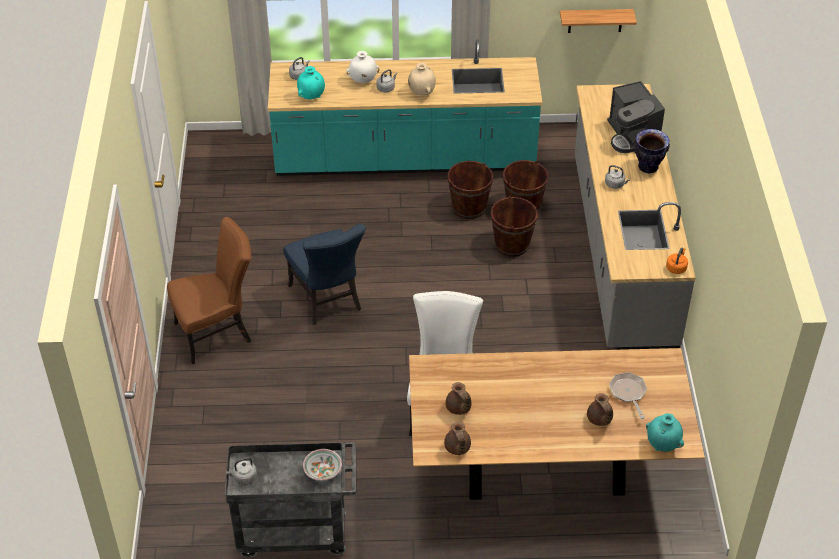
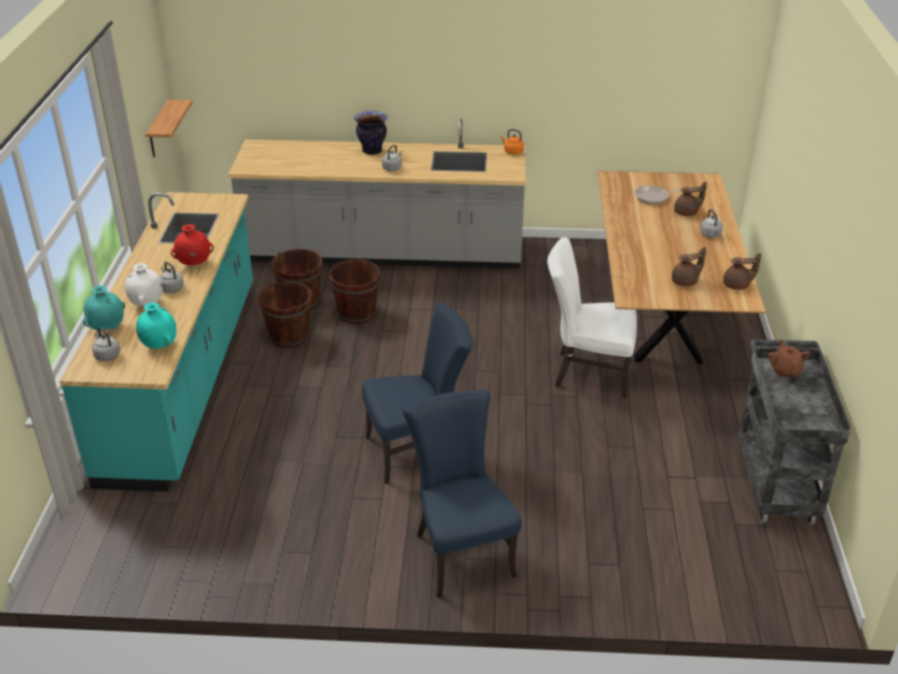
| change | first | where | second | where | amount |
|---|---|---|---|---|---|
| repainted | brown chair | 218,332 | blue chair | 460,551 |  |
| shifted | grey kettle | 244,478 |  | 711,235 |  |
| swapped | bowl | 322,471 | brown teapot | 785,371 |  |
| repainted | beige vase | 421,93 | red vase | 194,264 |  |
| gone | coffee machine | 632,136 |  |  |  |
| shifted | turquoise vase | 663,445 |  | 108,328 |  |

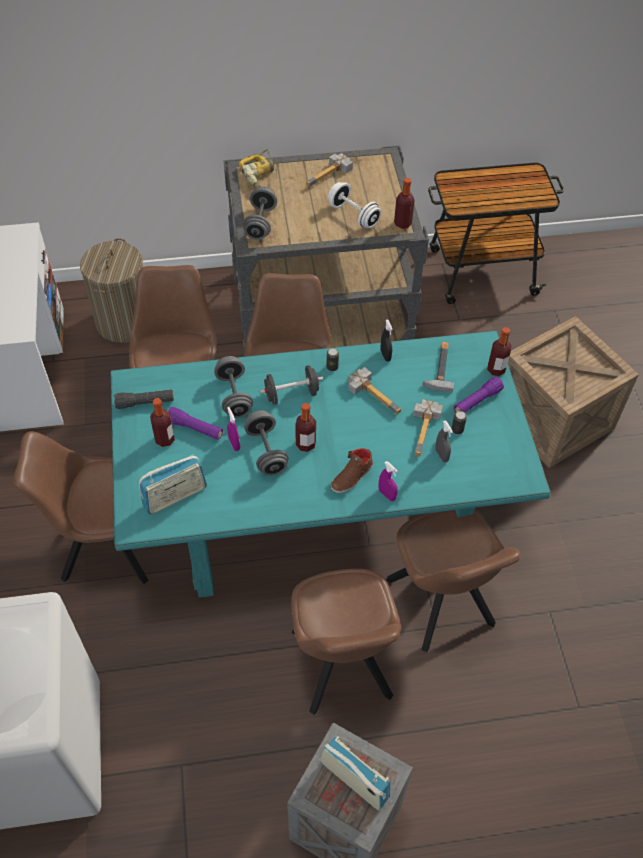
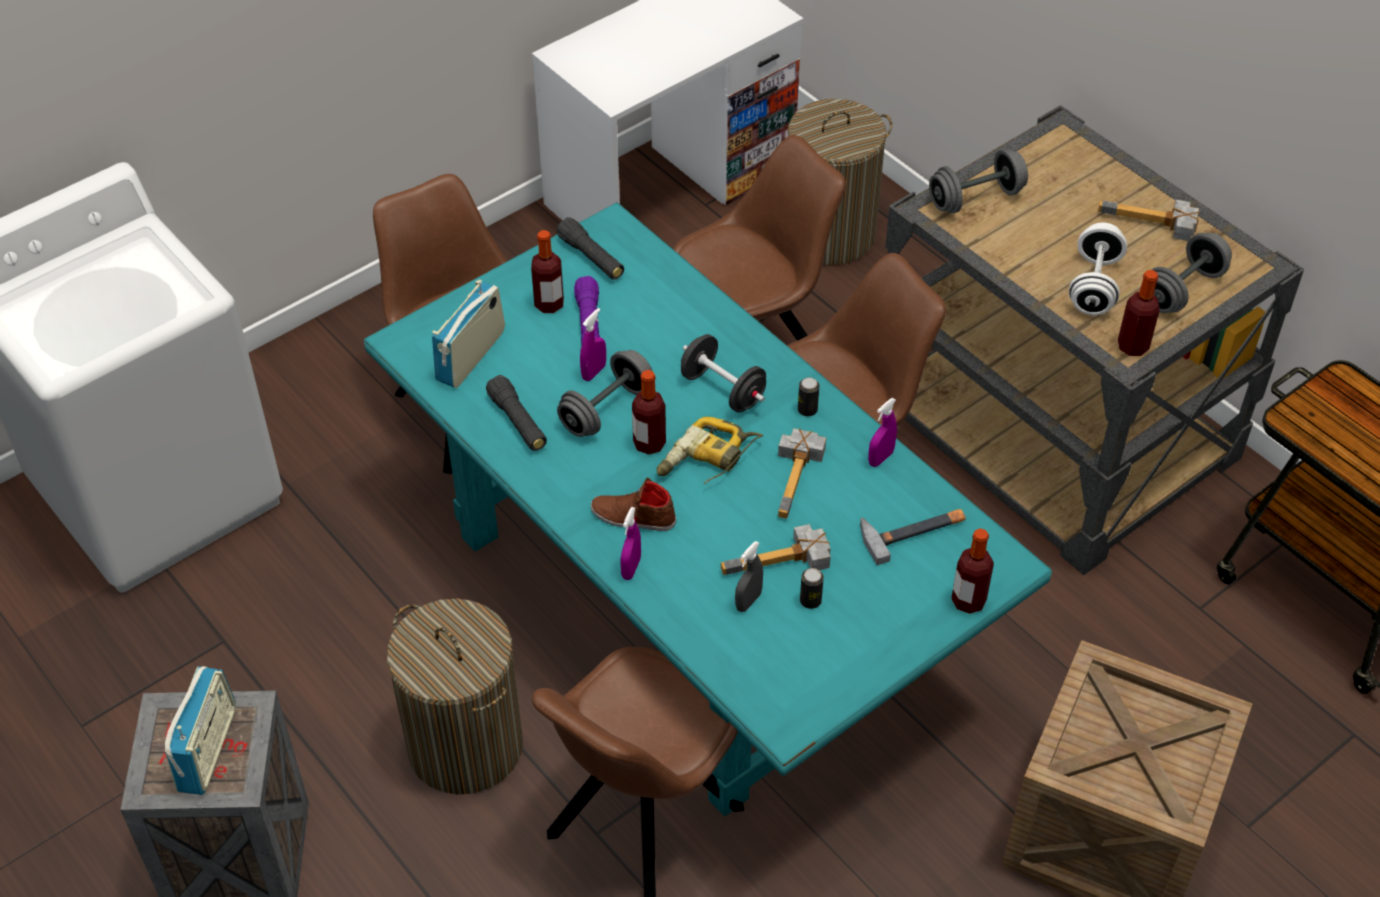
| change | first | where | second | where | amount |
|---|---|---|---|---|---|
| rotated | radio | 175,496 |  | 471,356 | 90 degrees clockwise |
| shifted | grey dumbbell | 234,396 |  | 1182,290 |  |
| shifted | power drill | 260,175 |  | 707,461 |  |
| swapped | brown chair | 342,664 | laundry basket | 465,745 |  |
| repainted | black spray bottle | 385,355 | purple spray bottle | 880,458 |  |
| gone | purple flashlight | 477,401 |  |  |  |
| new |  |  | black flashlight | 518,422 |  |

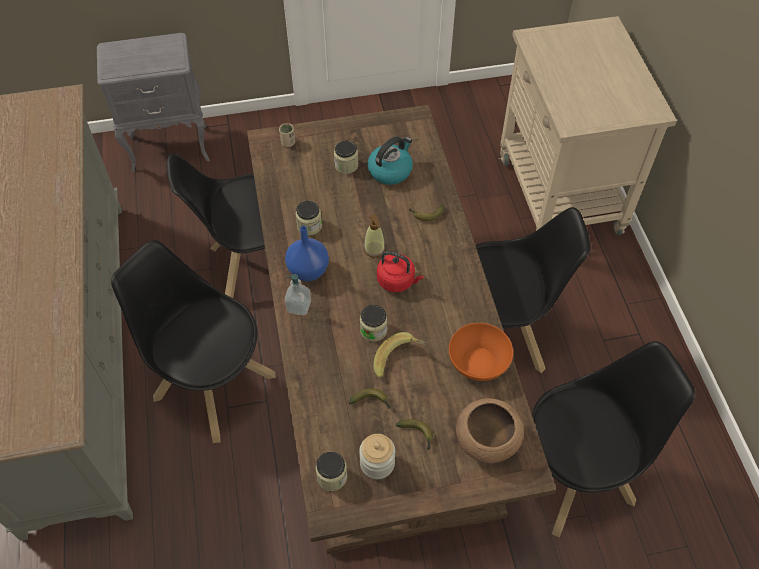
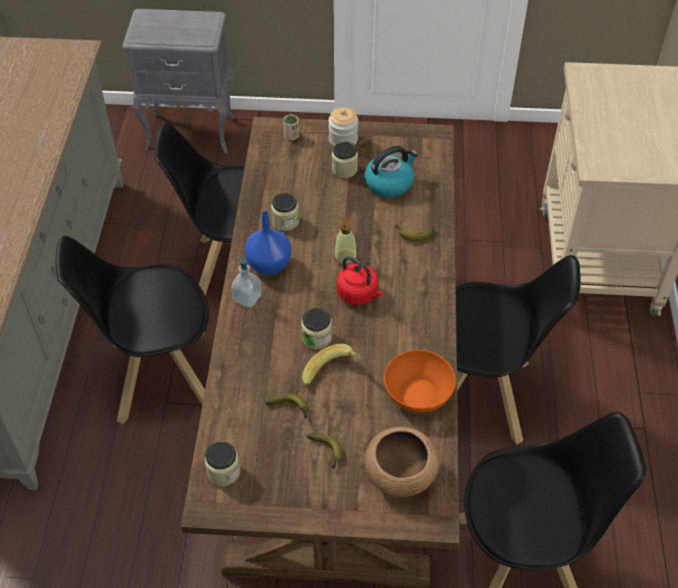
| change | first | where | second | where | amount |
|---|---|---|---|---|---|
| rotated | black chair | 212,384 |  | 158,375 | 60 degrees counterclockwise |
| shifted | jar | 377,463 |  | 343,140 |  |

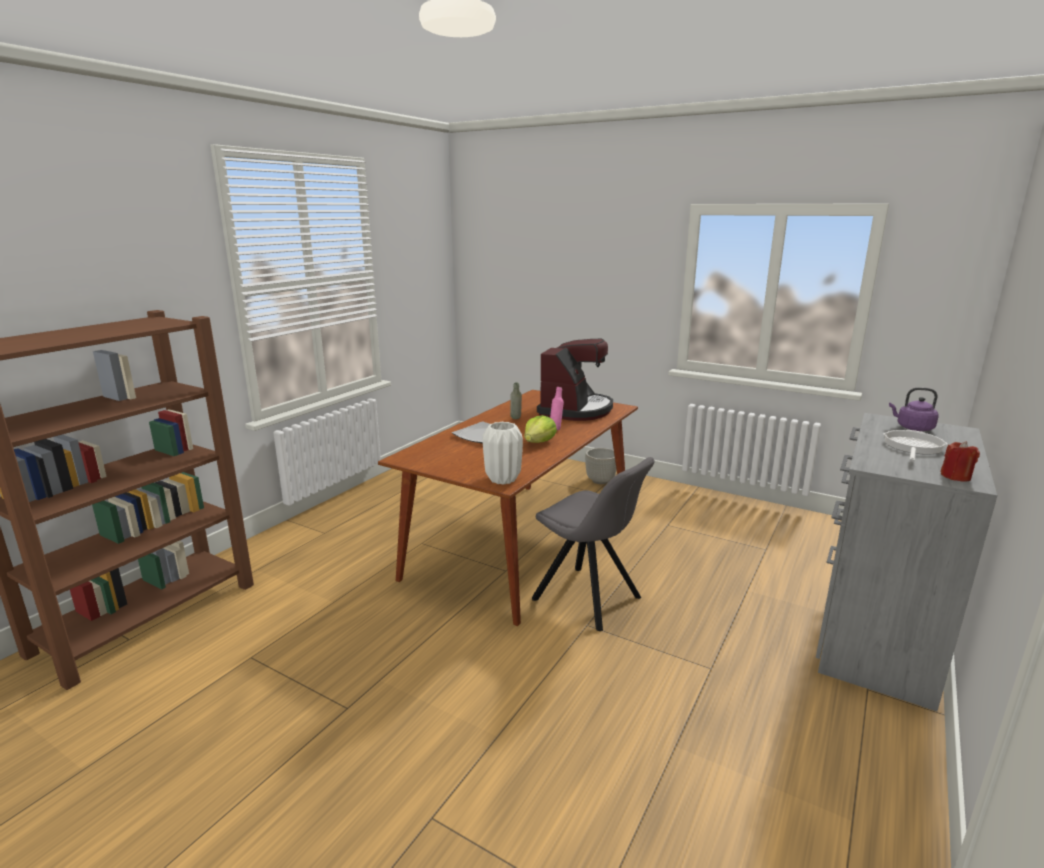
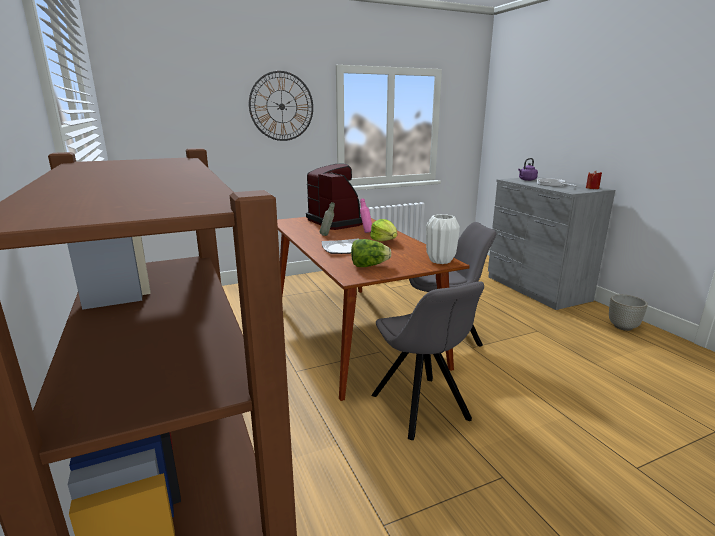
| change | first | where | second | where | amount |
|---|---|---|---|---|---|
| shifted | grey planter | 600,481 |  | 623,327 |  |
| new |  |  | wall clock | 281,106 |  |
| new |  |  | lettuce | 369,266 |  |
| new |  |  | grey chair | 421,407 |  |

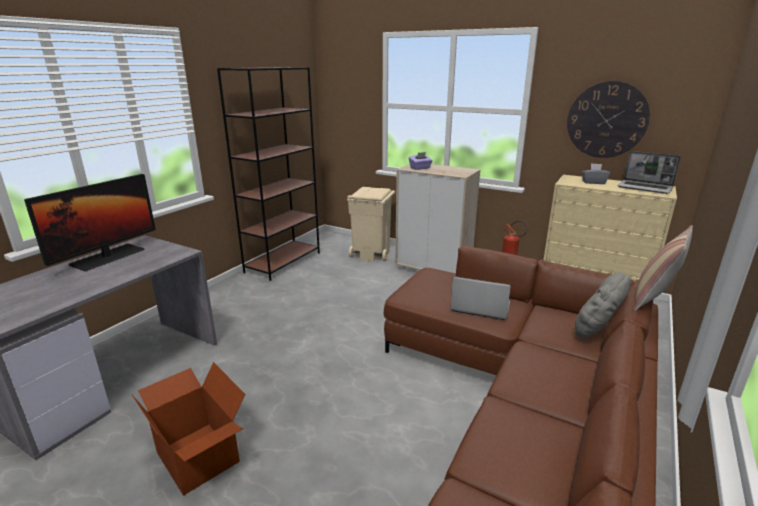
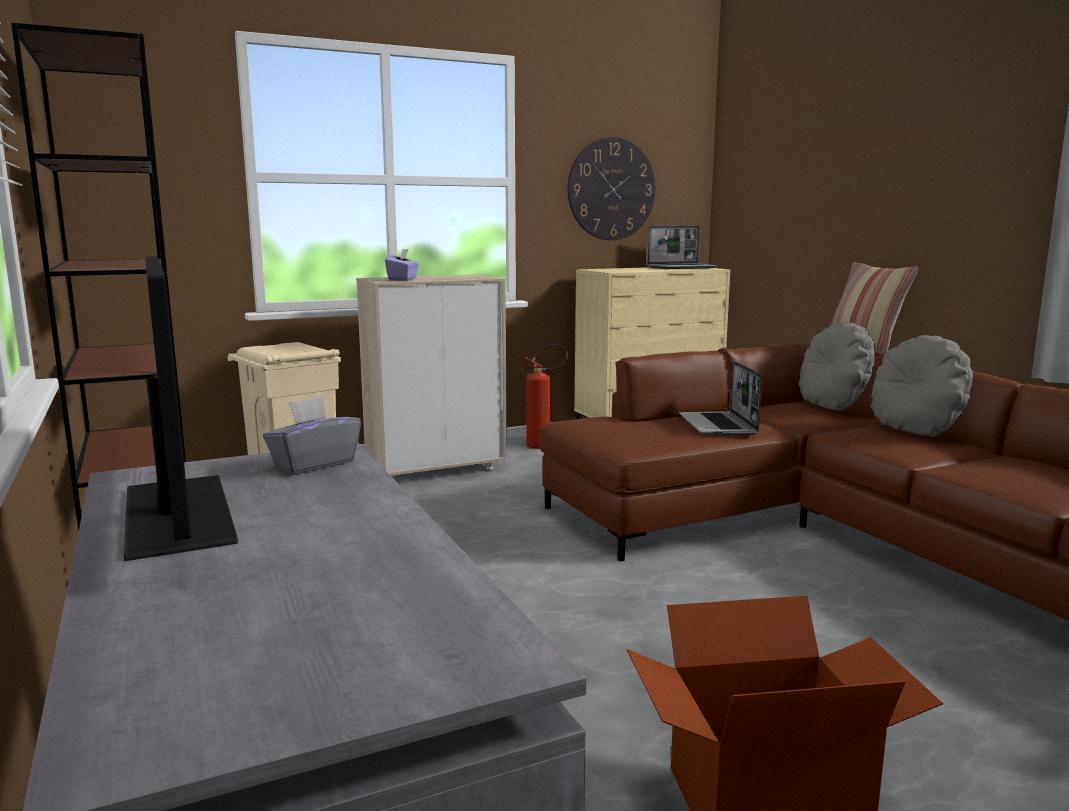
| change | first | where | second | where | amount |
|---|---|---|---|---|---|
| rotated | laptop | 479,308 |  | 719,425 | 60 degrees counterclockwise |
| shifted | grey tissue box | 593,182 |  | 314,464 |  |
| new |  |  | grey pillow | 915,431 |  |

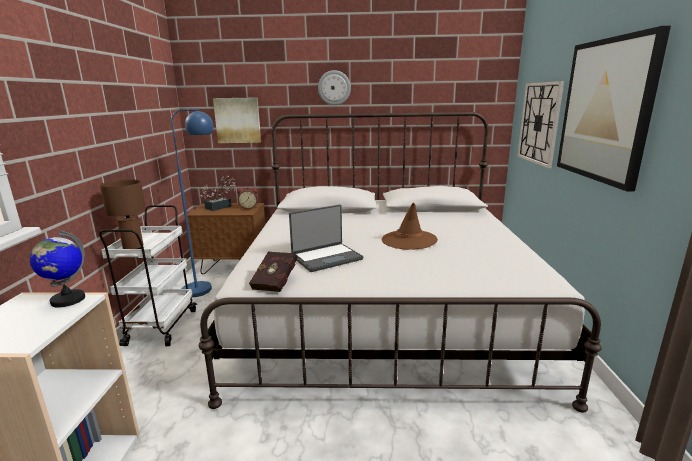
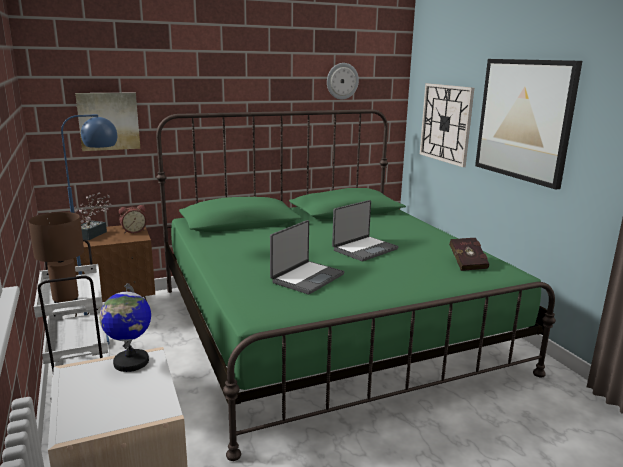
| change | first | where | second | where | amount |
|---|---|---|---|---|---|
| repainted | white bed | 383,310 | green bed | 328,327 |  |
| shifted | red book | 276,282 |  | 467,263 |  |
| shifted | wall clock | 334,88 |  | 342,81 |  |
| swapped | brown hat | 409,240 | laptop | 364,249 |  |

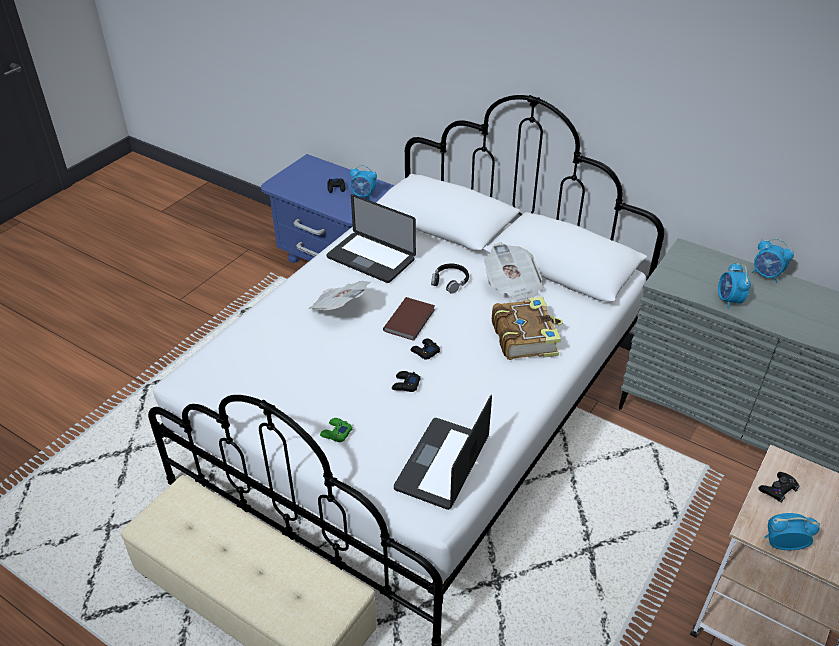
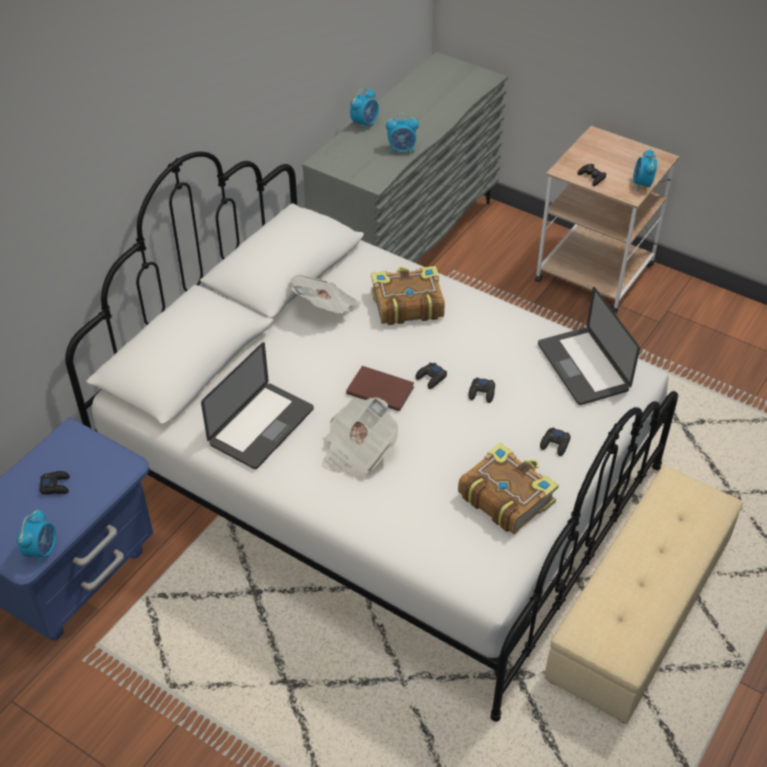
| change | first | where | second | where | amount |
|---|---|---|---|---|---|
| repainted | green game controller | 336,433 | black game controller | 555,444 |  |
| shifted | alarm clock | 363,195 |  | 42,550 |  |
| rotated | laptop | 442,464 |  | 583,367 | 45 degrees clockwise |
| gone | black headphones | 450,281 |  |  |  |
| new |  |  | book | 505,496 |  |

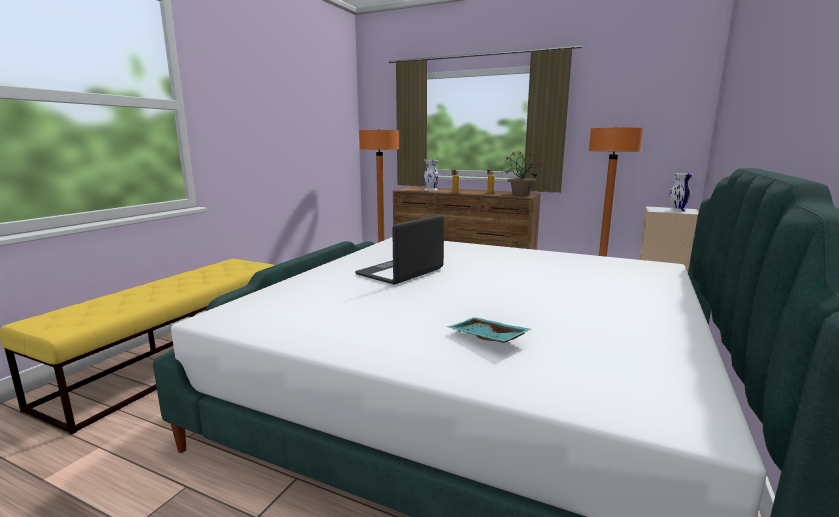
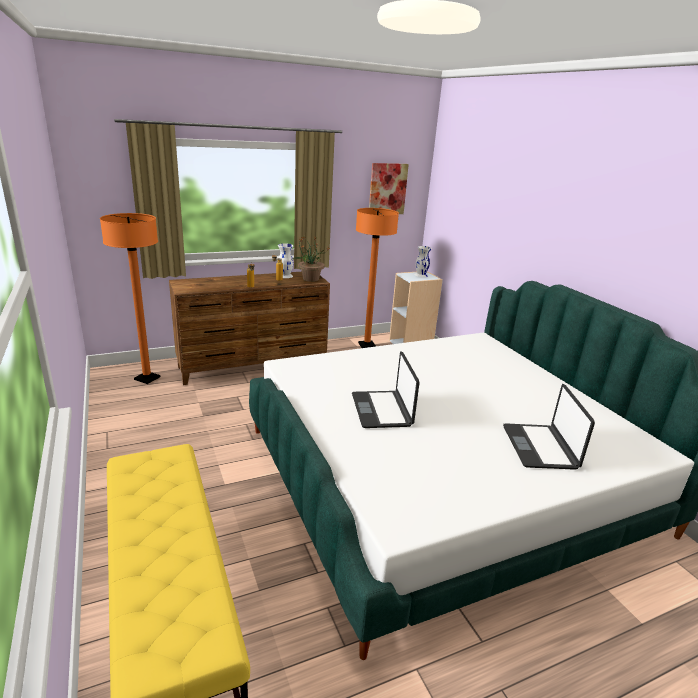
| change | first | where | second | where | amount |
|---|---|---|---|---|---|
| shifted | white vase | 431,189 |  | 285,276 |  |
| swapped | turquoise tray | 486,339 | laptop | 540,447 |  |
| new |  |  | picture | 387,189 |  |

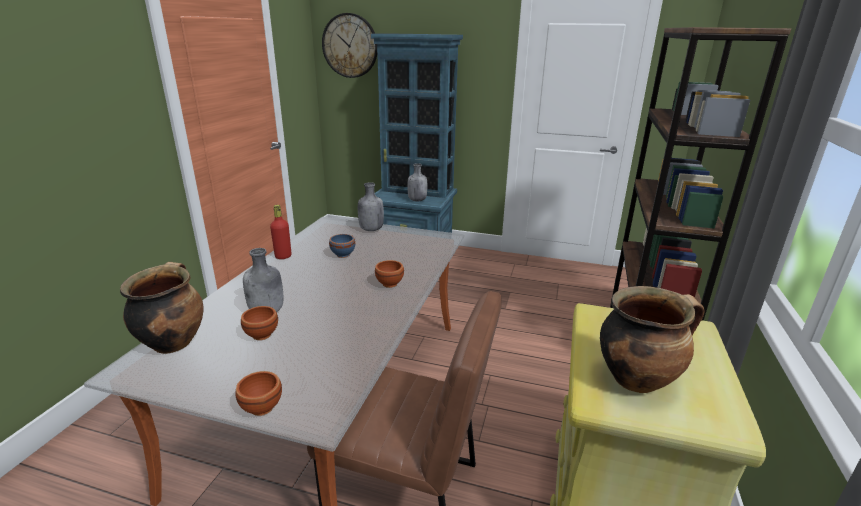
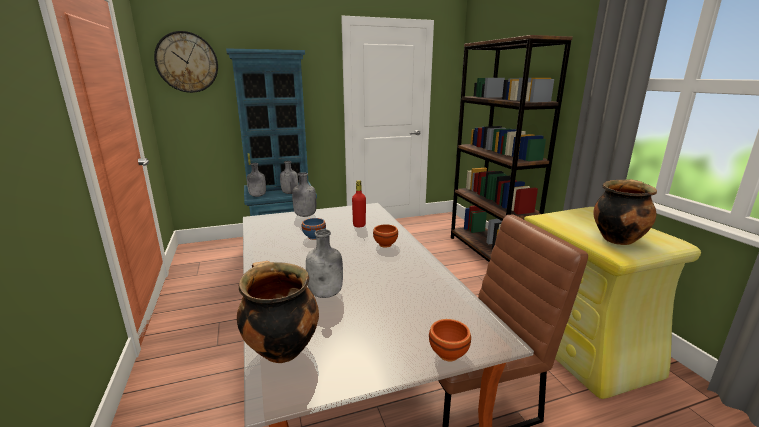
| change | first | where | second | where | amount |
|---|---|---|---|---|---|
| gone | brown bowl | 260,335 |  |  |  |
| shifted | red bottle | 283,256 |  | 359,225 |  |
| new |  |  | grey bottle | 257,196 |  |

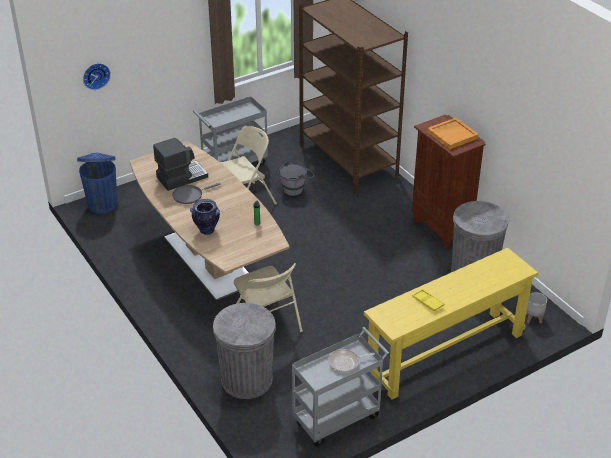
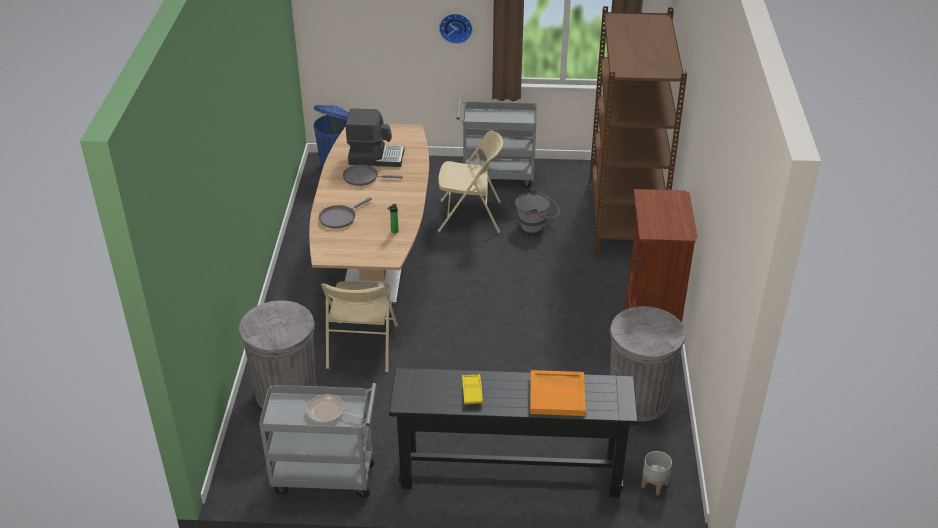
| change | first | where | second | where | amount |
|---|---|---|---|---|---|
| shifted | wall clock | 95,75 |  | 455,27 |  |
| swapped | vase | 206,230 | grey frying pan | 339,217 |  |
| repainted | yellow console table | 445,353 | black console table | 510,471 |  |
| shifted | orange tray | 452,135 |  | 557,395 |  |

